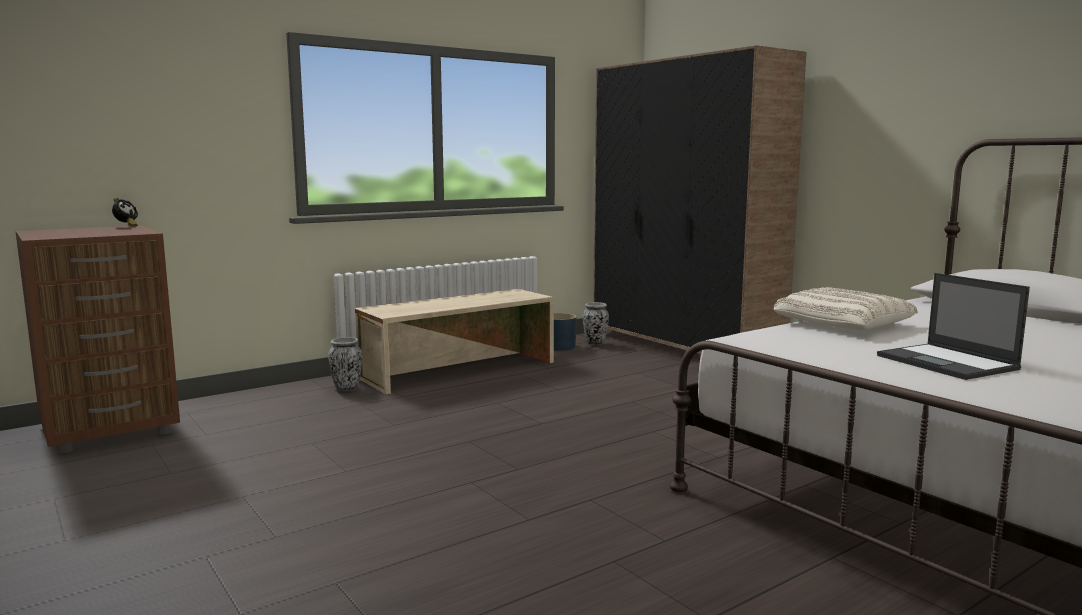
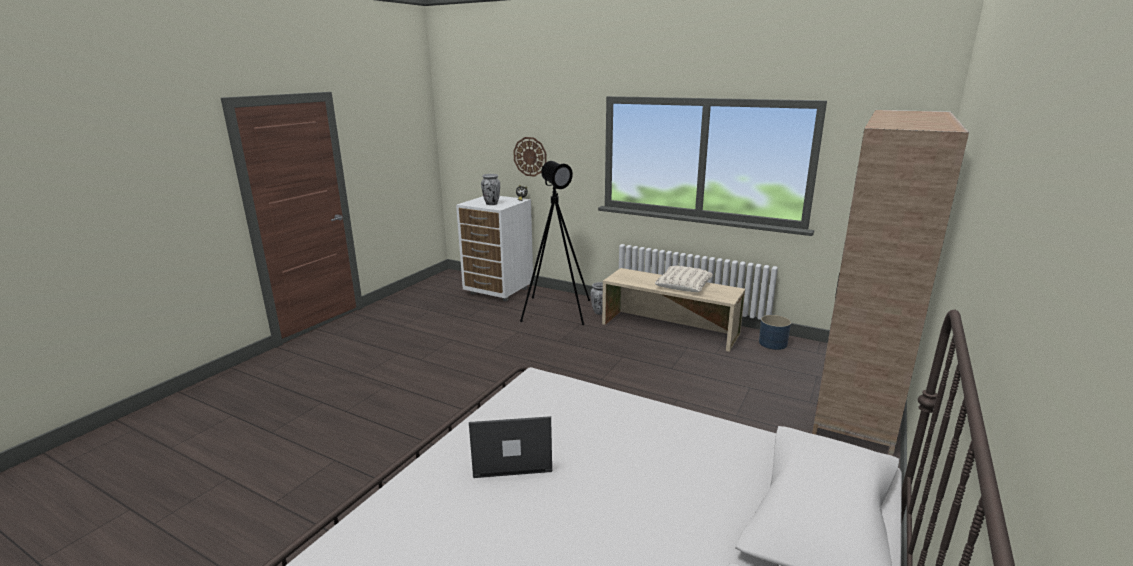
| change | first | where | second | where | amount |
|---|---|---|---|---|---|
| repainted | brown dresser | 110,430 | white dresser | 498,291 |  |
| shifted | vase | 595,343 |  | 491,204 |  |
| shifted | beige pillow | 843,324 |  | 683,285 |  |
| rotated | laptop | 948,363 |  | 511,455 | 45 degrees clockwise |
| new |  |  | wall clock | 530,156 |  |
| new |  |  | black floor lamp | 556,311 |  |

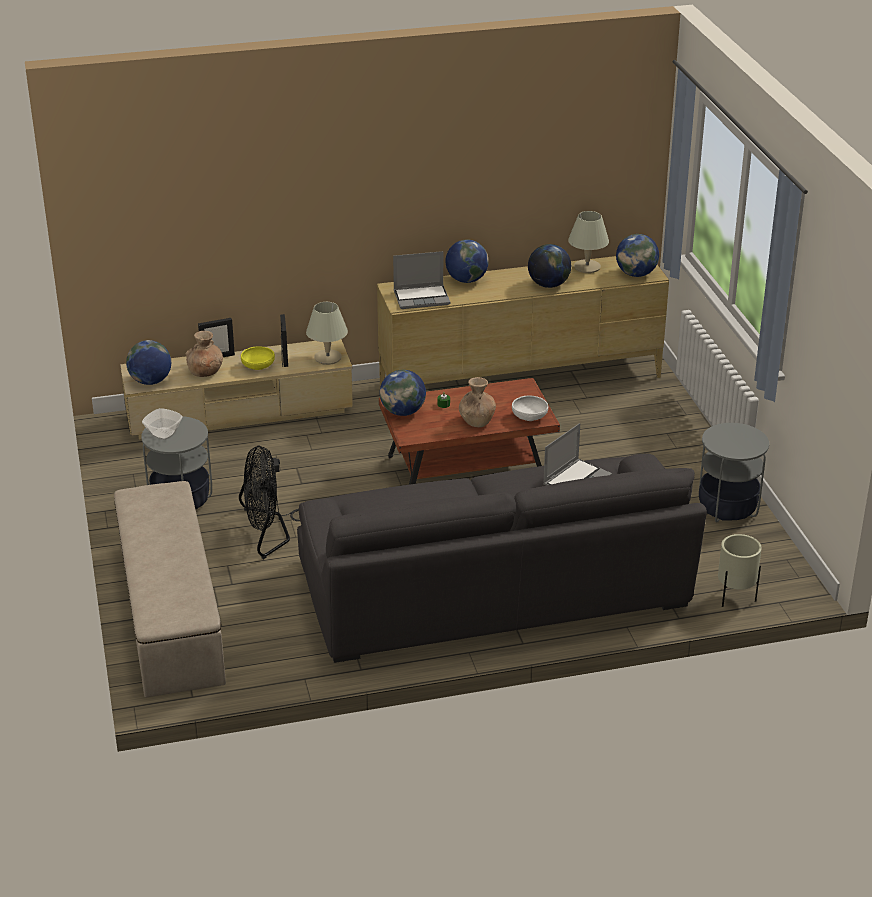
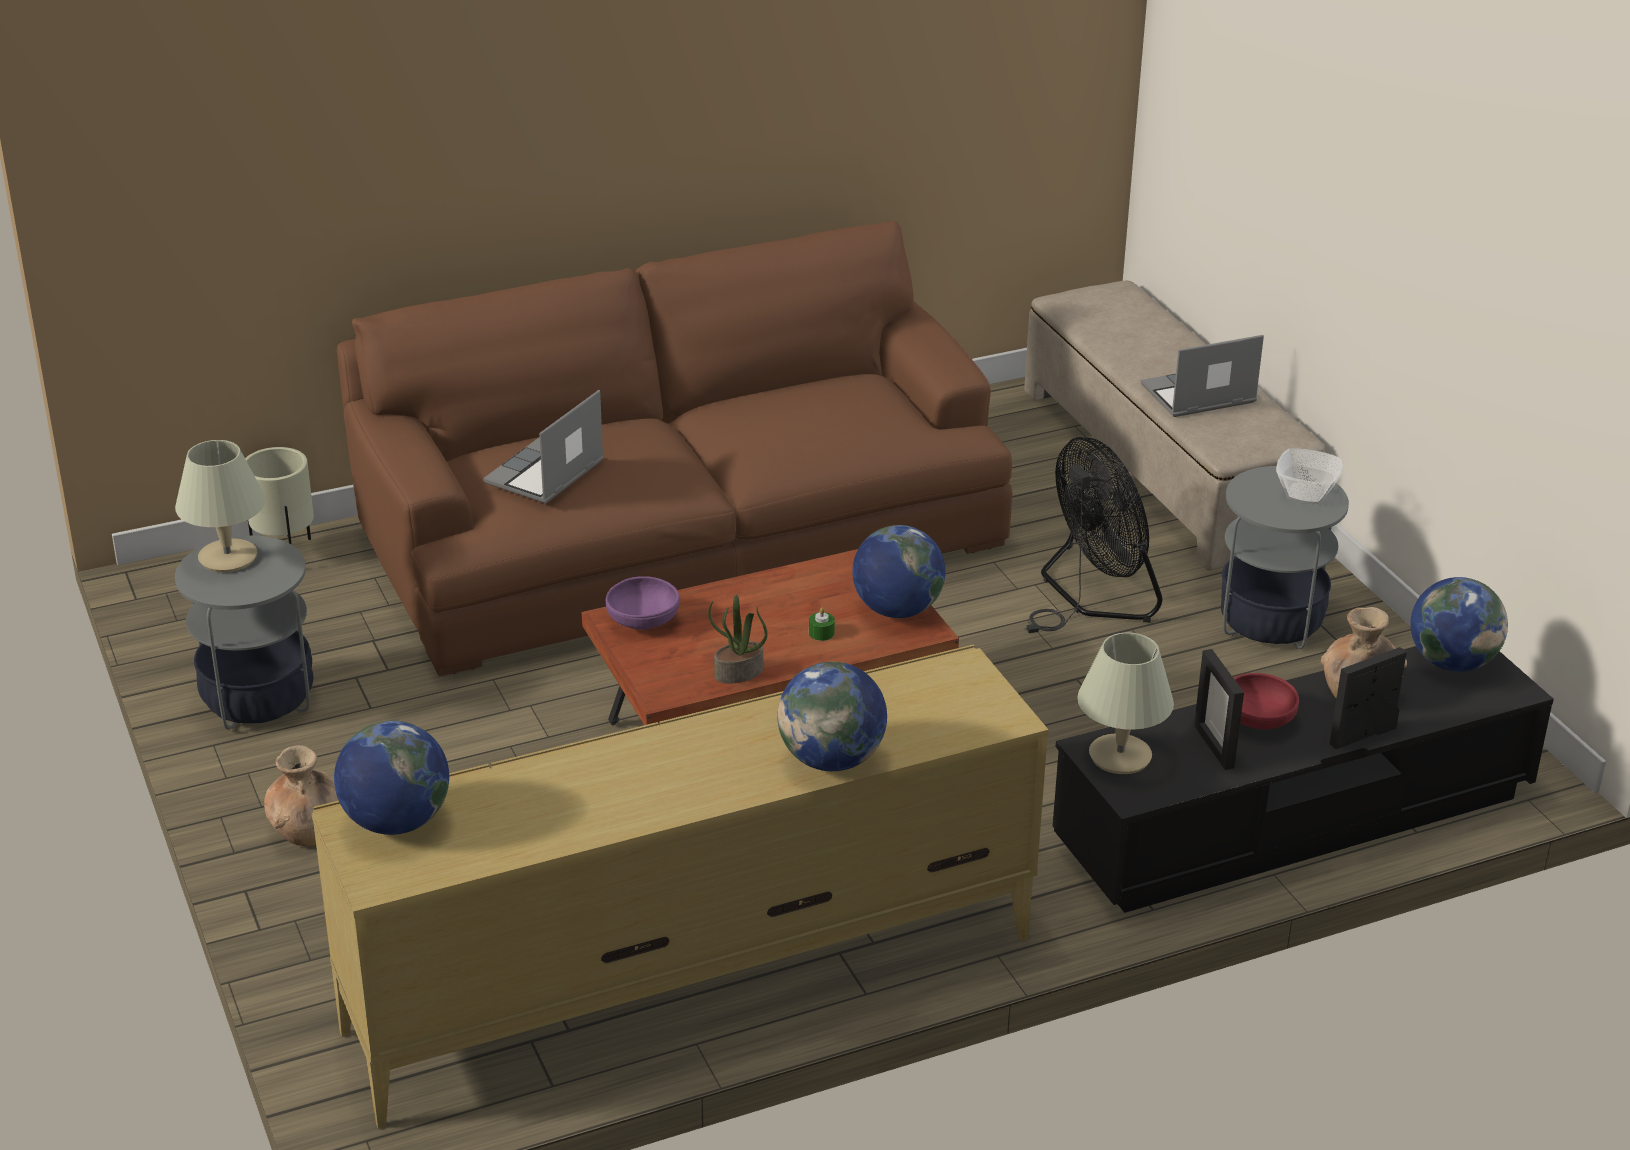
| change | first | where | second | where | amount |
|---|---|---|---|---|---|
| repainted | beige tv stand | 240,414 | black tv stand | 1293,821 |  |
| repainted | yellow bowl | 258,366 | red bowl | 1258,719 |  |
| repainted | grey sofa | 493,587 | brown sofa | 680,536 |  |
| shifted | laptop | 422,298 |  | 1197,395 |  |
| shifted | brown vase | 476,421 |  | 307,831 |  |
| repainted | white bowl | 529,417 | purple bowl | 643,621 |  |
| gone | globe | 548,285 |  |  |  |
| shifted | beige table lamp | 587,267 |  | 227,557 |  |
| new |  |  | potted plant | 738,673 |  |

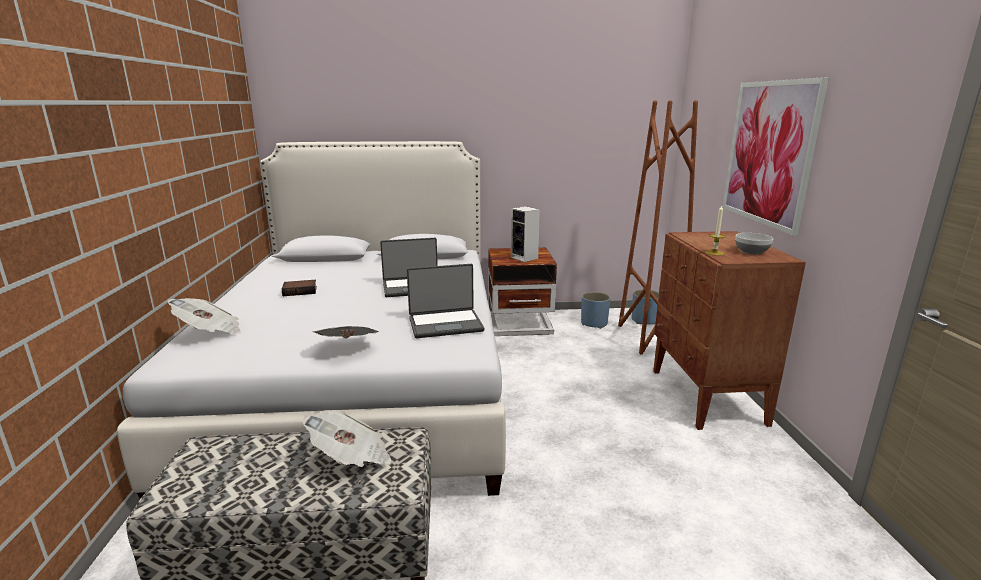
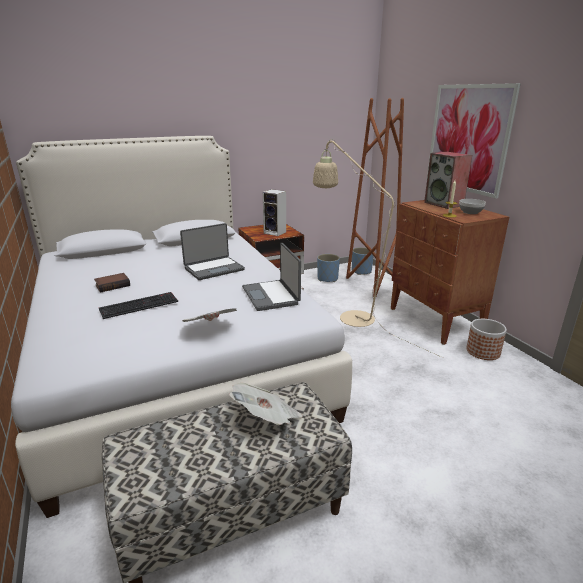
| change | first | where | second | where | amount |
|---|---|---|---|---|---|
| gone | newspaper | 210,331 |  |  |  |
| rotated | laptop | 445,324 |  | 271,296 | 105 degrees clockwise |
| new |  |  | keyboard | 139,305 |  |
| new |  |  | beige floor lamp | 349,315 |  |
| new |  |  | speaker | 444,204 |  |
| new |  |  | planter | 482,352 |  |

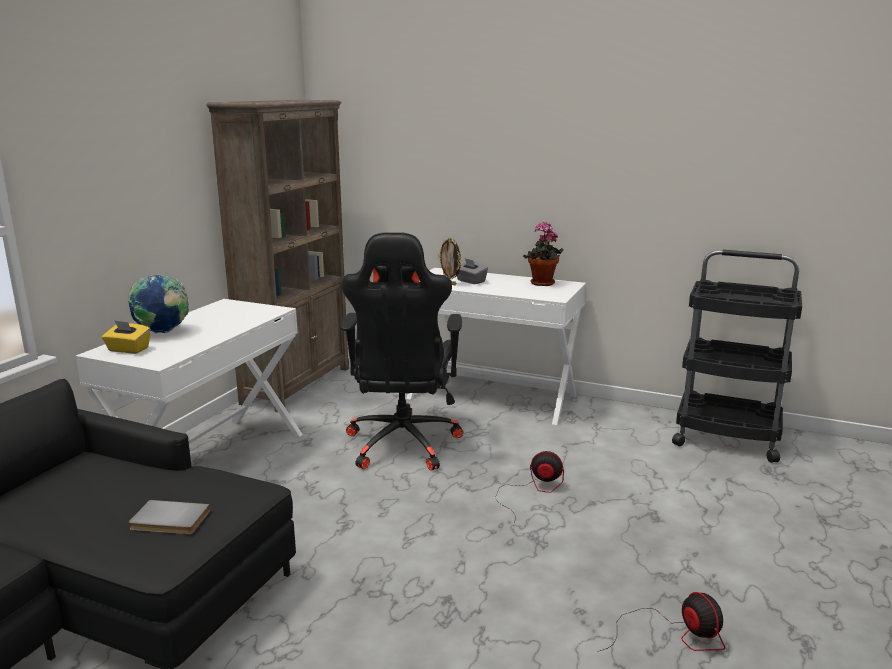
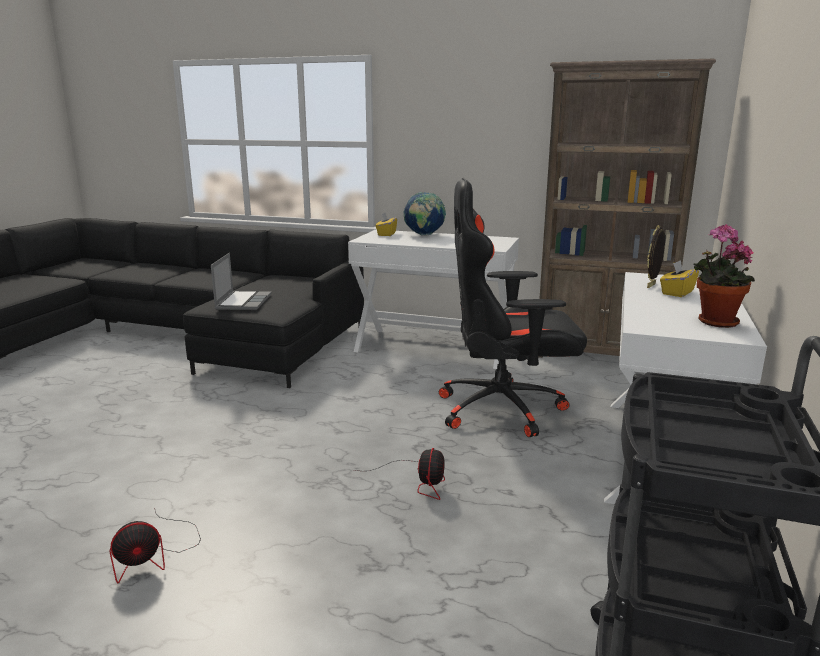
| change | first | where | second | where | amount |
|---|---|---|---|---|---|
| swapped | grey book | 169,521 | laptop | 243,302 |  |
| repainted | grey tissue box | 470,281 | yellow tissue box | 677,292 |  |

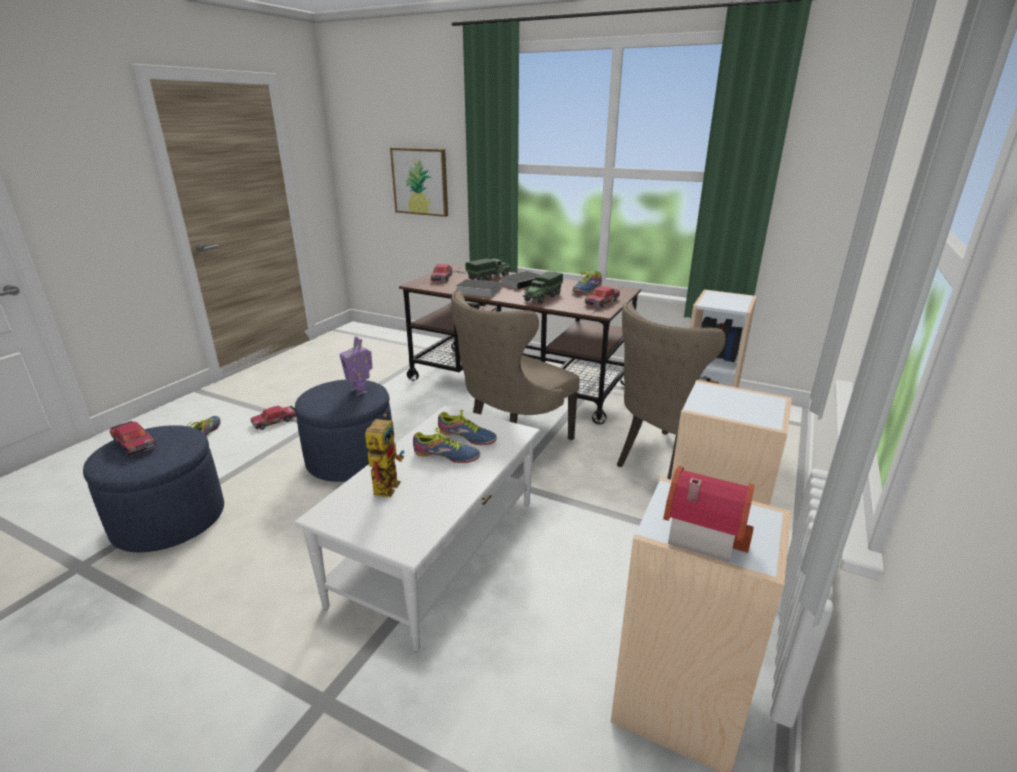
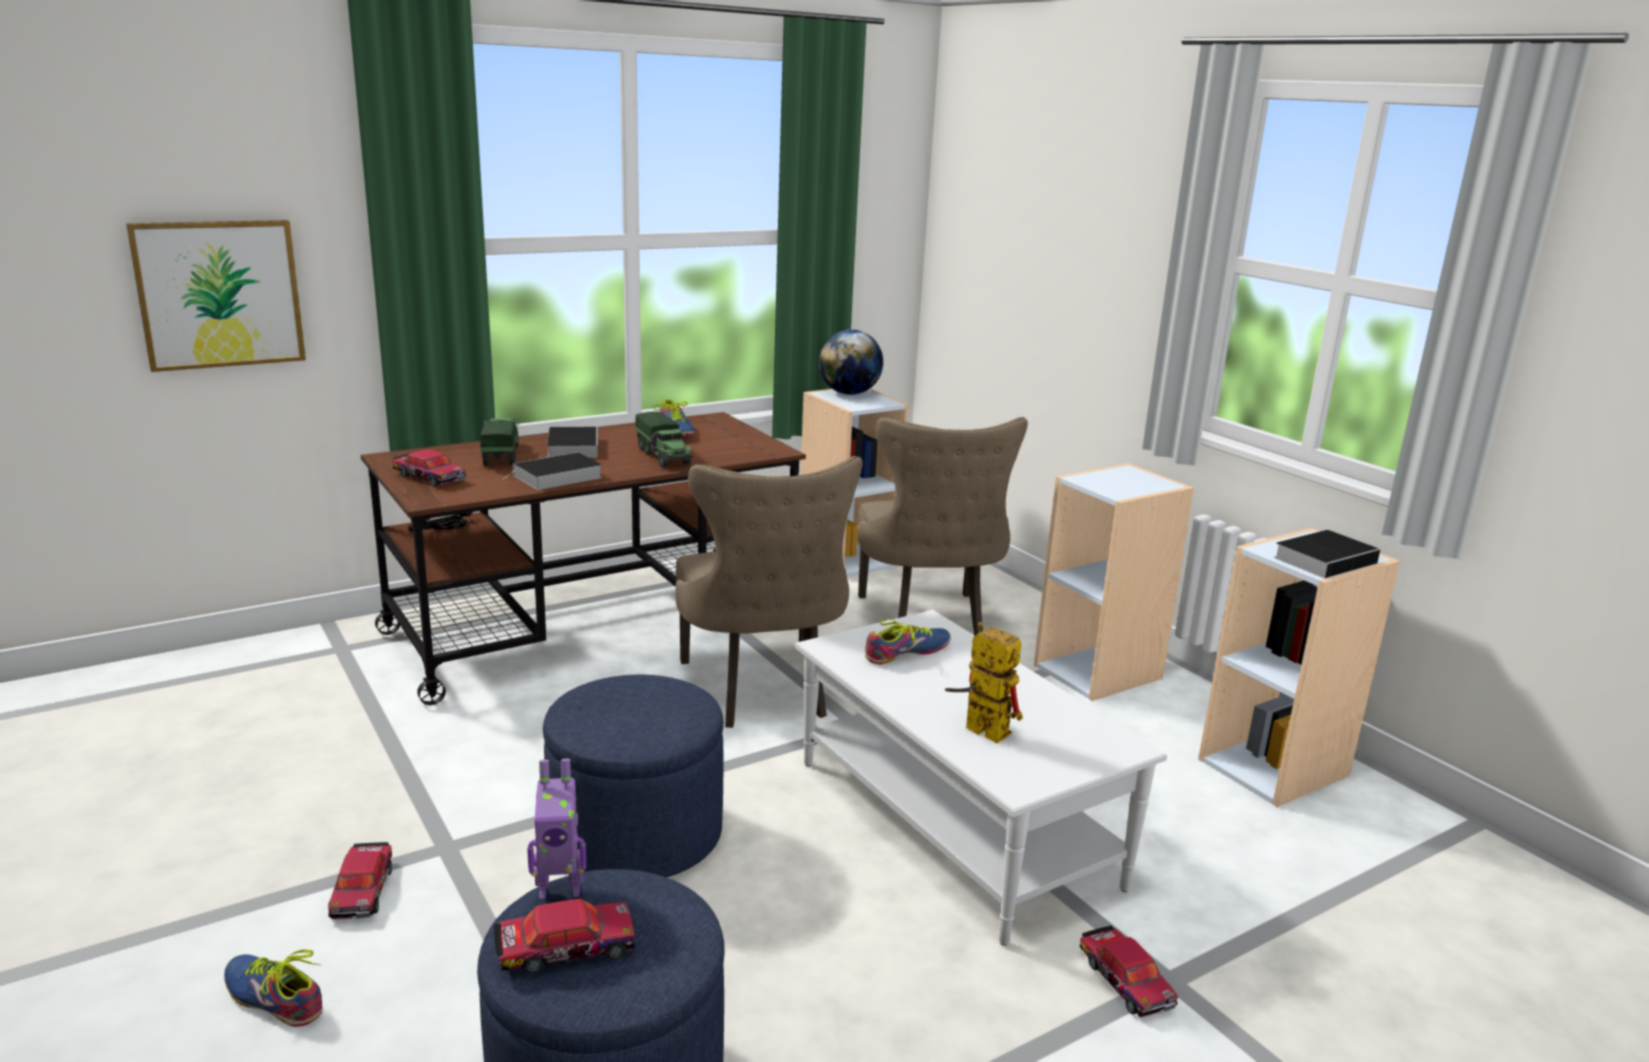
| change | first | where | second | where | amount |
|---|---|---|---|---|---|
| shifted | toy robot | 360,391 |  | 559,888 |  |
| gone | shoe | 446,455 |  |  |  |
| shifted | toy car | 602,302 |  | 1125,980 |  |
| swapped | toy house | 701,531 | book | 1326,559 |  |
| new |  |  | globe | 849,393 |  |

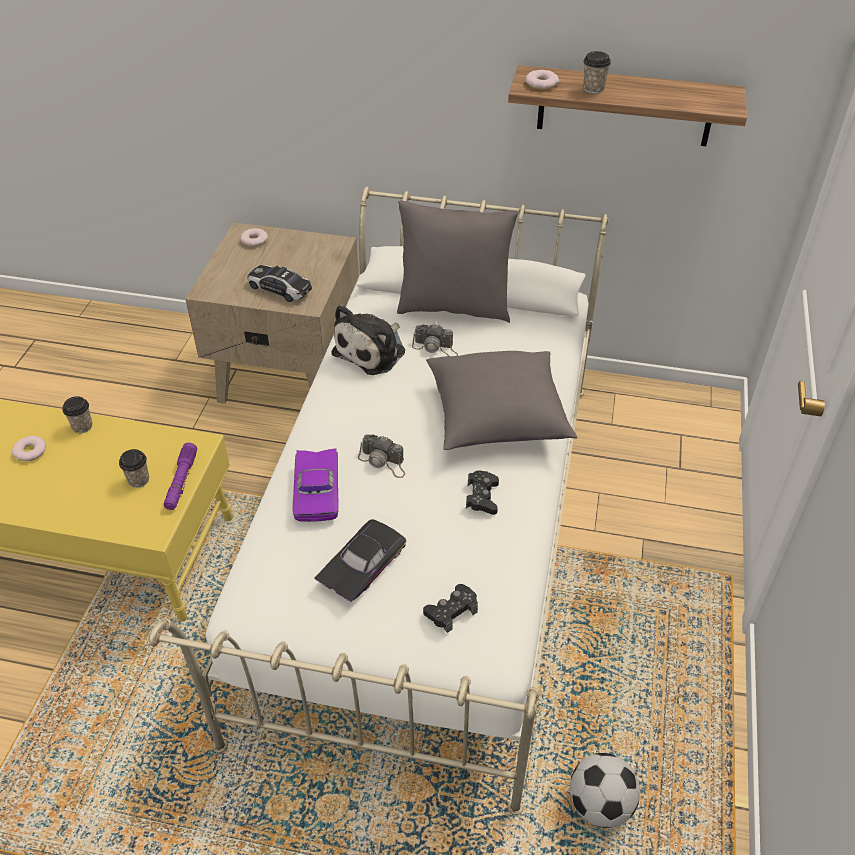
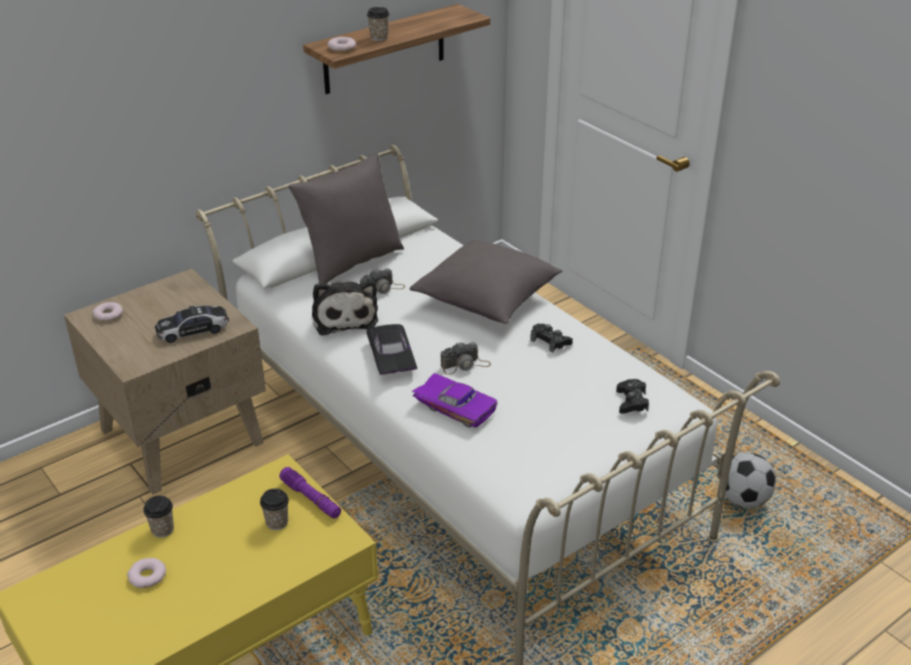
| change | first | where | second | where | amount |
|---|---|---|---|---|---|
| shifted | black toy car | 360,565 |  | 389,358 |  |

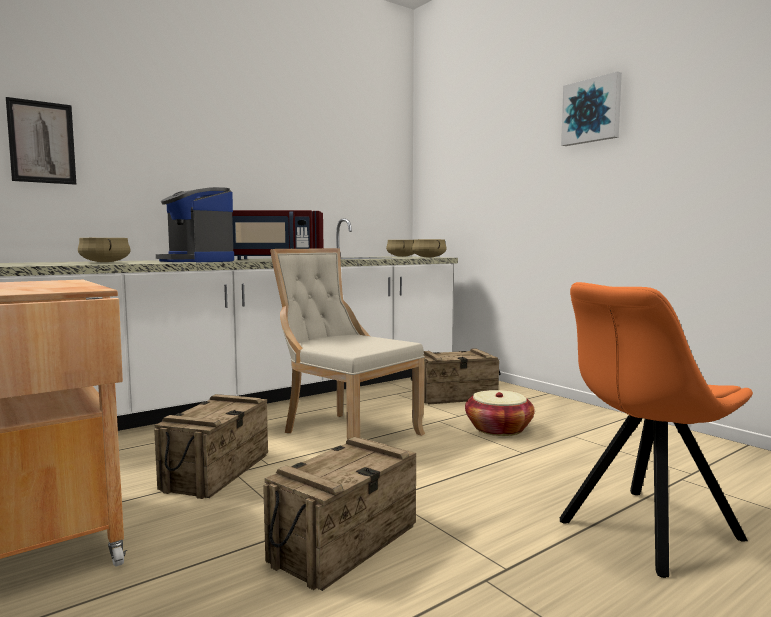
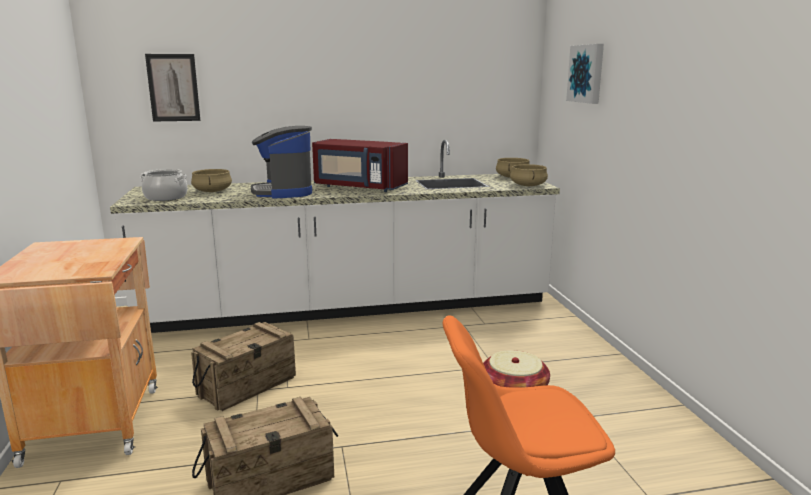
| change | first | where | second | where | amount |
|---|---|---|---|---|---|
| gone | beige chair | 346,434 |  |  |  |
| gone | crate | 456,396 |  |  |  |
| shifted | picture | 592,111 |  | 587,73 |  |
| new |  |  | cooking pot | 166,197 |  |

